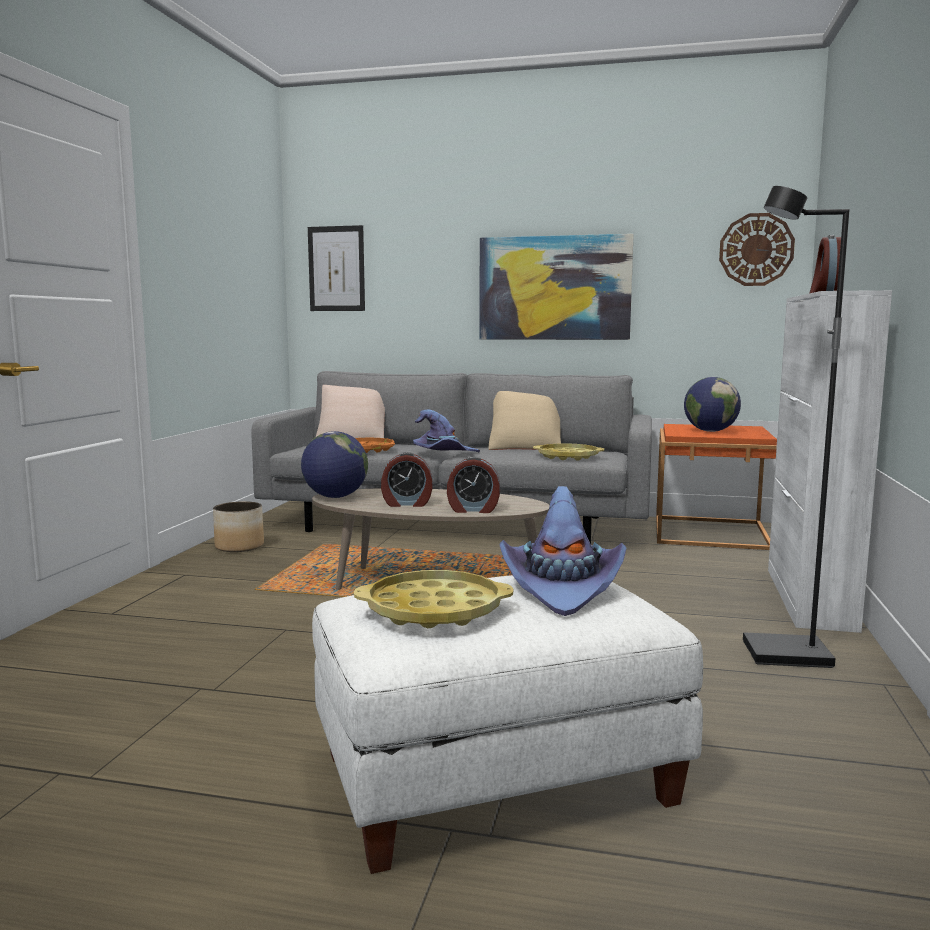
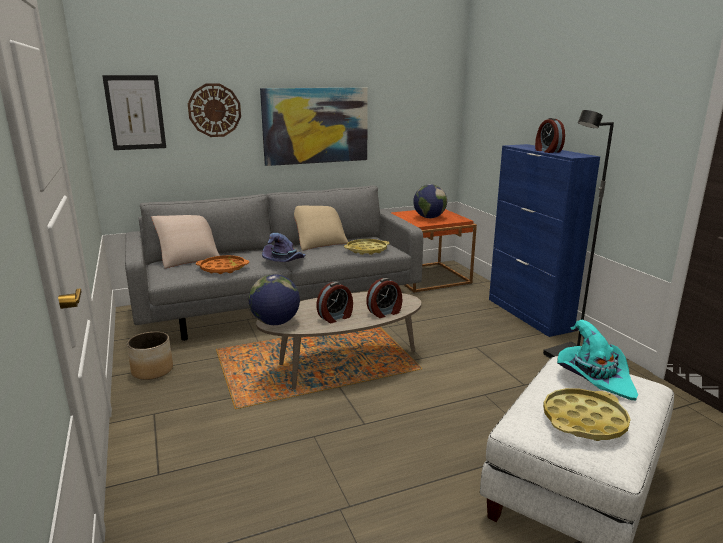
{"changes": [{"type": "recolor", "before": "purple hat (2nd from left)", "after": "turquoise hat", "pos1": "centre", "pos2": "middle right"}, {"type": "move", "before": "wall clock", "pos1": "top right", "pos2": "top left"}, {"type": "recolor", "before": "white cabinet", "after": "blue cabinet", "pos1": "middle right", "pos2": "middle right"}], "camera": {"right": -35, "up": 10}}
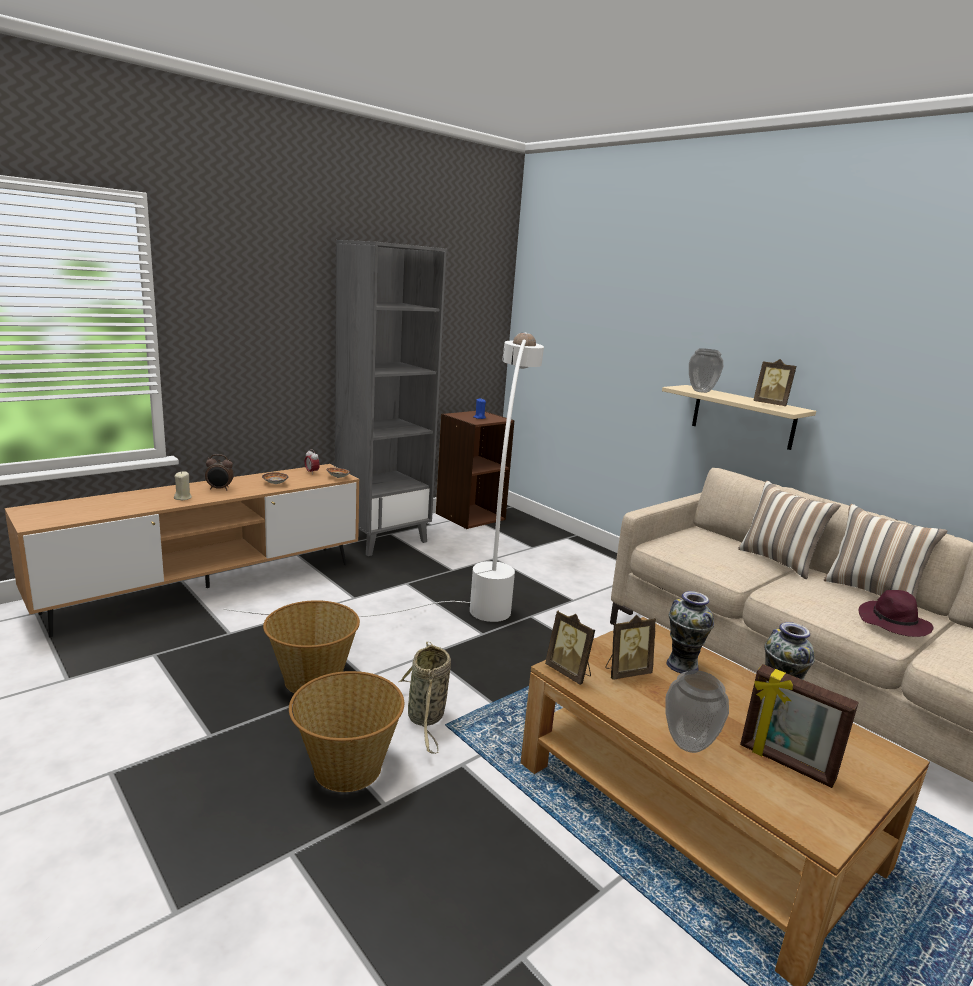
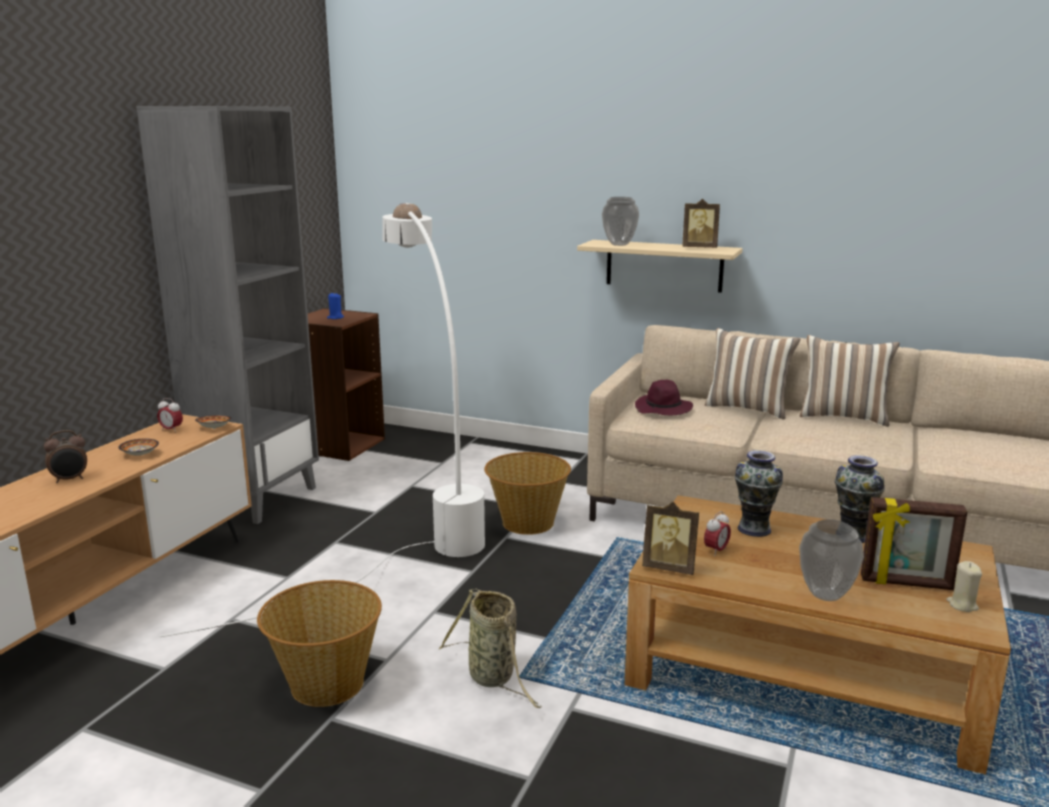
{"changes": [{"type": "move", "before": "beige candle", "pos1": "middle left", "pos2": "bottom right"}, {"type": "move", "before": "basket (2nd from left in the first image)", "after": "basket (3rd from left)", "pos1": "bottom centre", "pos2": "centre"}, {"type": "replace", "before": "picture frame (2nd from left)", "after": "alarm clock (3rd from left)", "pos1": "centre", "pos2": "middle right"}, {"type": "move", "before": "purple hat", "pos1": "middle right", "pos2": "centre"}], "camera": {"right": -25, "up": 0}}
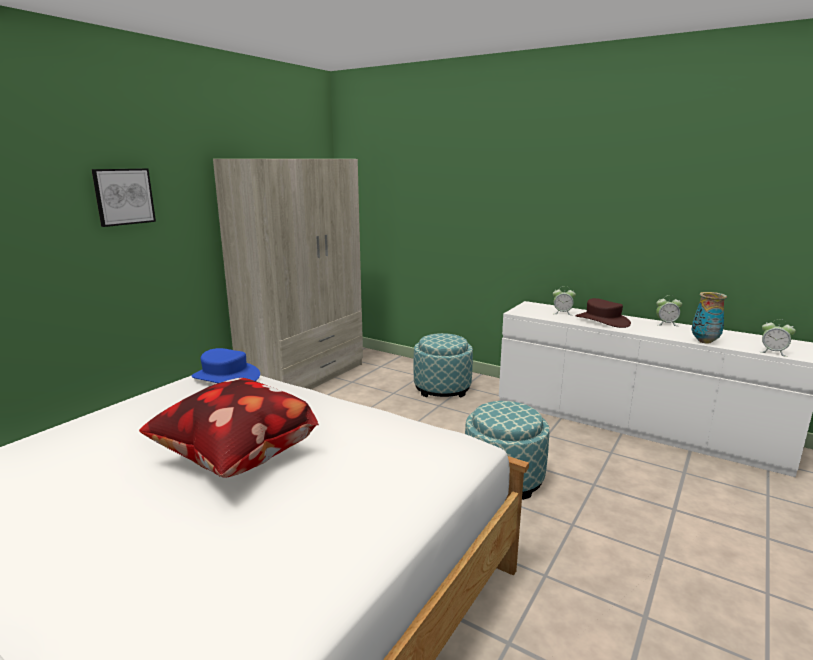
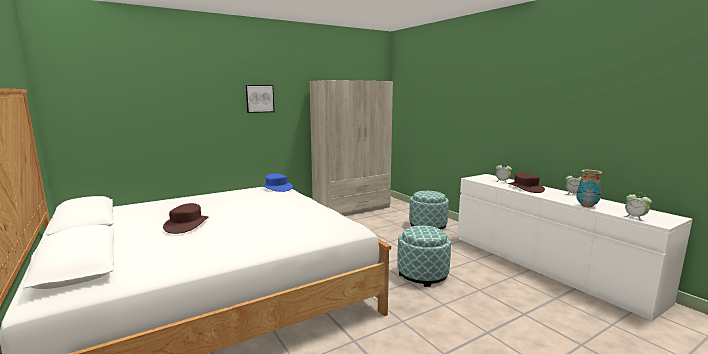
{"changes": [{"type": "delete", "before": "pillow", "pos1": "middle left"}, {"type": "insert", "after": "brown hat (1st from left)", "pos2": "middle left"}], "camera": {"right": 25, "up": -5}}
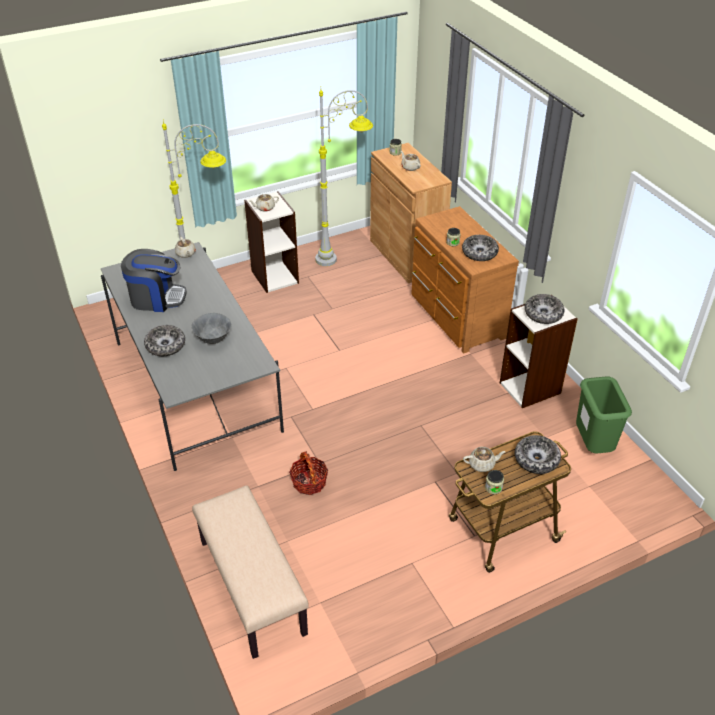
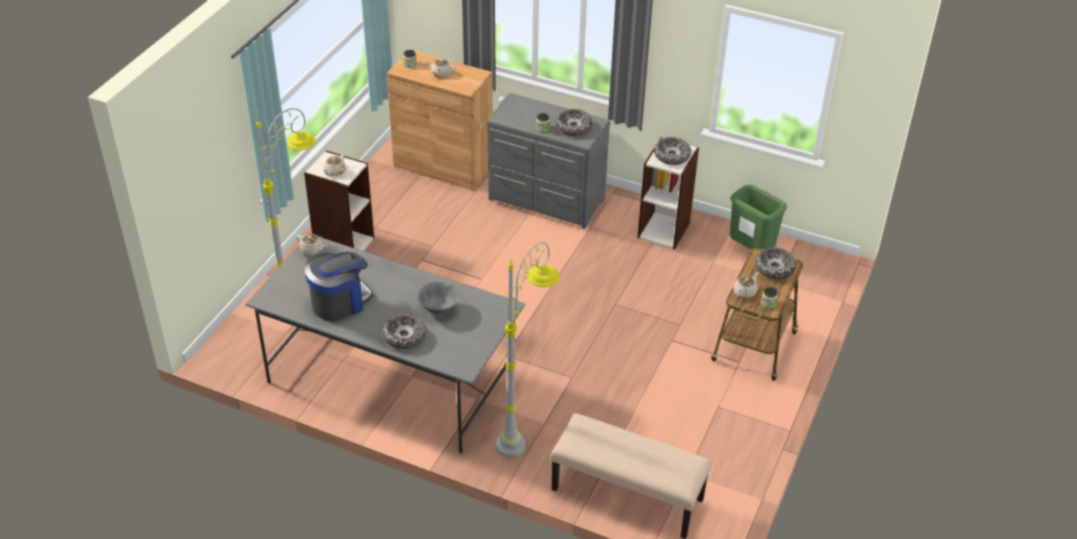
{"changes": [{"type": "delete", "before": "basket", "pos1": "centre"}, {"type": "move", "before": "grey floor lamp (2nd from left)", "pos1": "top centre", "pos2": "centre"}, {"type": "recolor", "before": "brown dresser", "after": "grey dresser", "pos1": "centre", "pos2": "top centre"}], "camera": {"right": -40, "up": 0}}
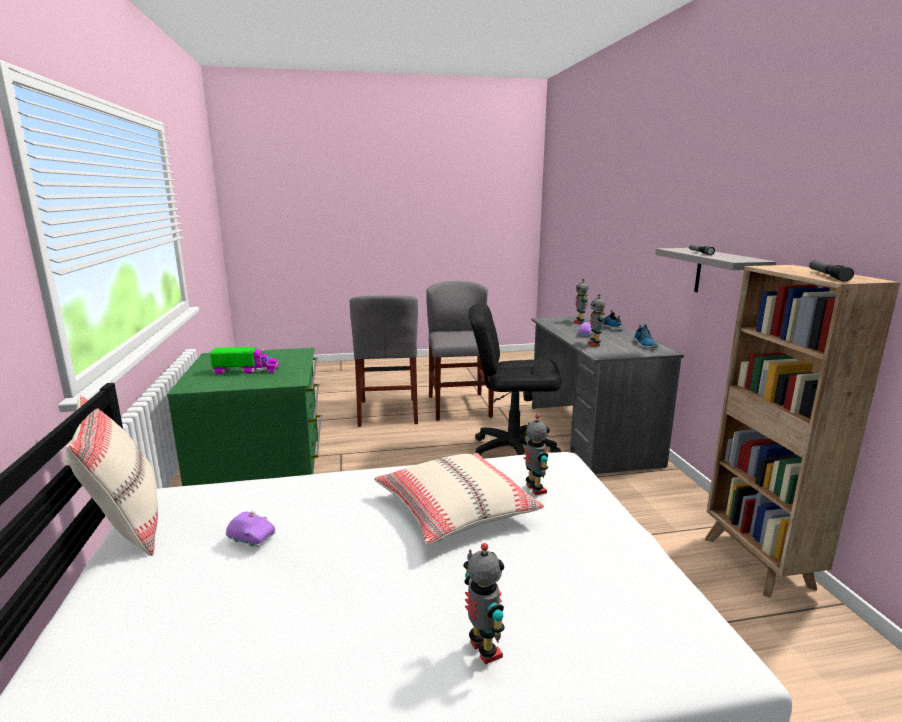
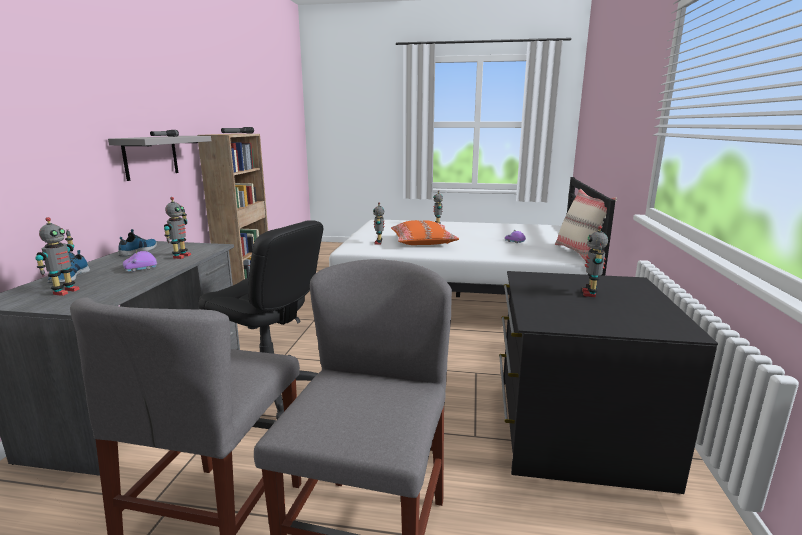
{"changes": [{"type": "recolor", "before": "green dresser", "after": "black dresser", "pos1": "middle left", "pos2": "bottom right"}, {"type": "replace", "before": "toy truck", "after": "toy robot (5th from left)", "pos1": "middle left", "pos2": "middle right"}, {"type": "recolor", "before": "beige pillow (2nd from left)", "after": "orange pillow", "pos1": "bottom centre", "pos2": "centre"}], "camera": {"right": -160, "up": 0}}
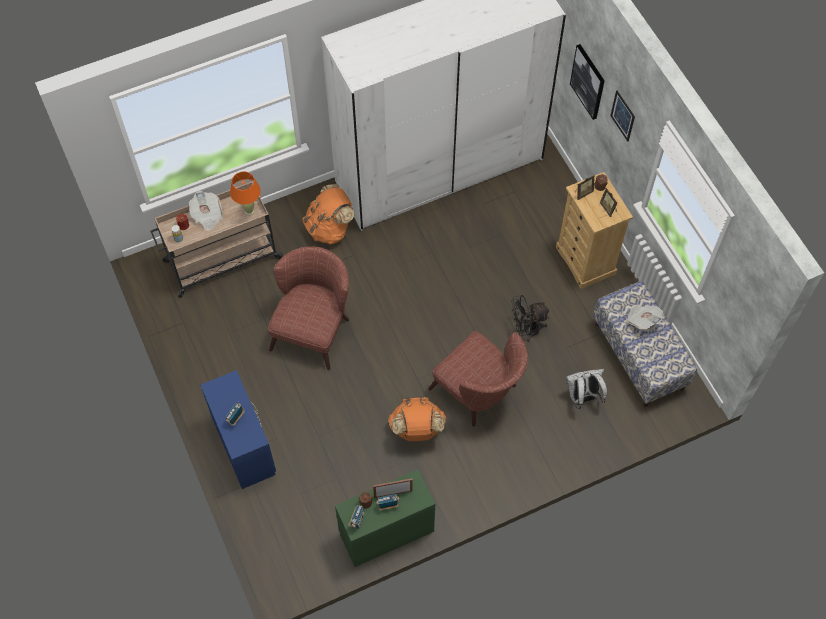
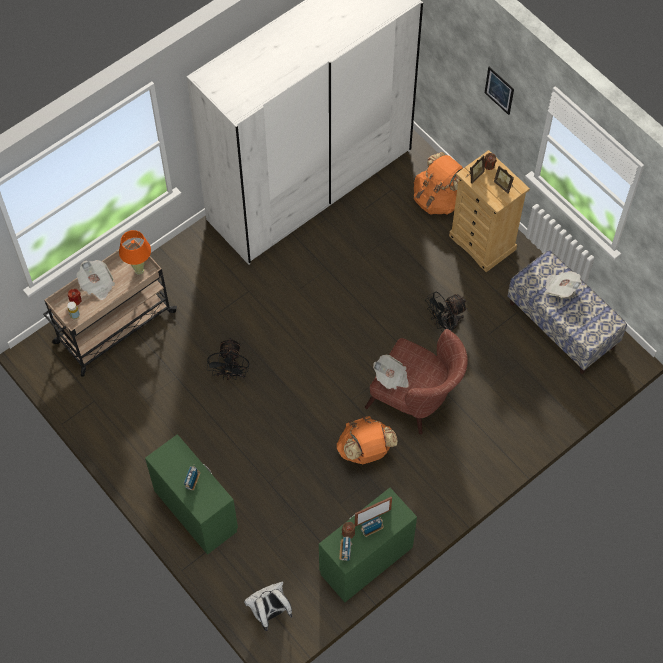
{"changes": [{"type": "recolor", "before": "blue dresser", "after": "green dresser (1st from left)", "pos1": "bottom left", "pos2": "bottom left"}, {"type": "replace", "before": "brown armchair (1st from left)", "after": "black fan (1st from left)", "pos1": "centre", "pos2": "centre"}, {"type": "move", "before": "orange backpack (1st from left in the first image)", "after": "orange backpack (2nd from left)", "pos1": "centre", "pos2": "top centre"}, {"type": "move", "before": "white backpack", "pos1": "middle right", "pos2": "bottom centre"}, {"type": "delete", "before": "picture (1st from left)", "pos1": "top right"}, {"type": "insert", "after": "newspaper (2nd from left)", "pos2": "centre"}], "camera": {"right": -15, "up": 0}}
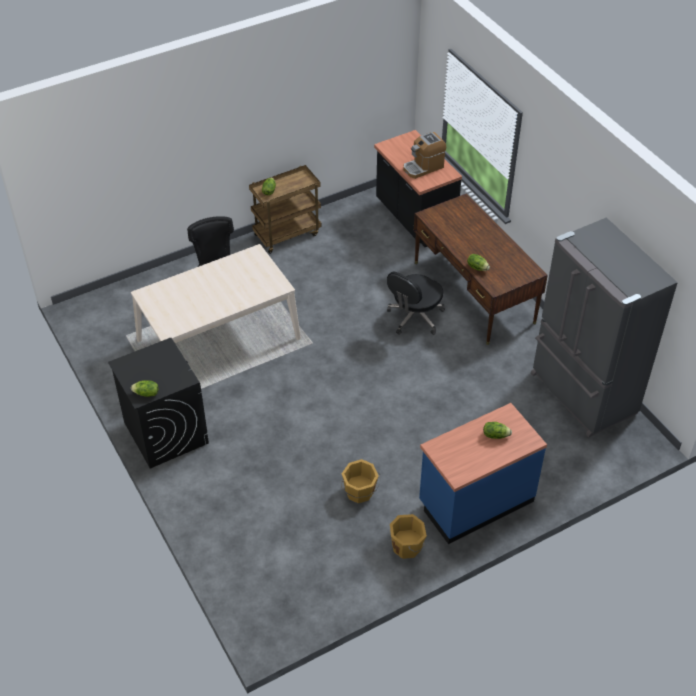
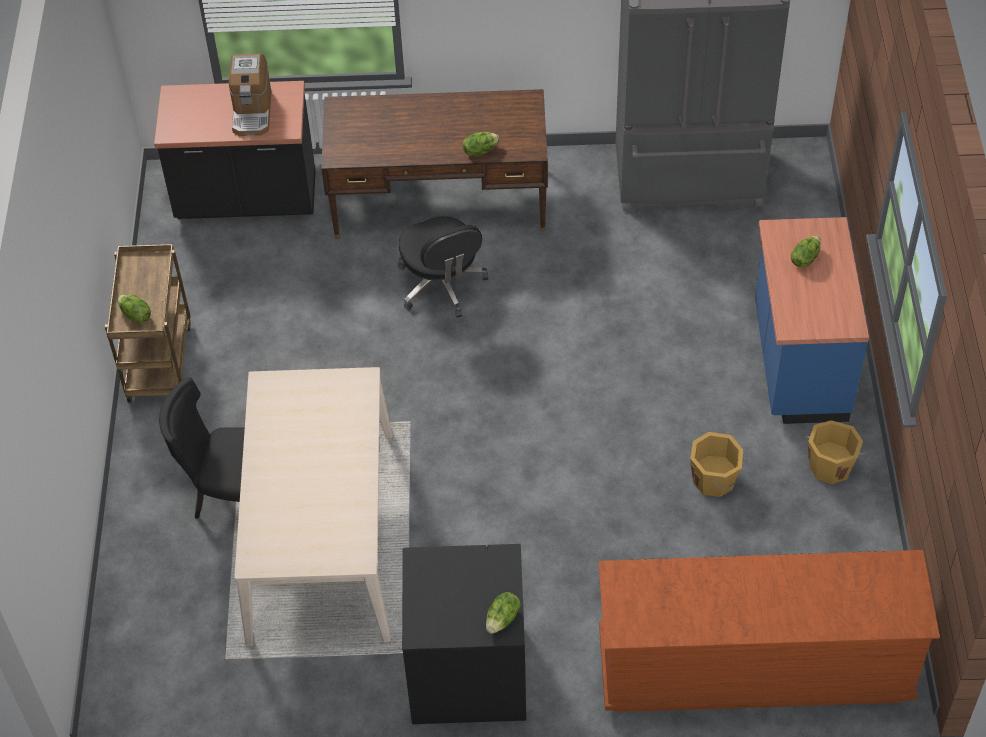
{"changes": [{"type": "insert", "after": "brown dresser", "pos2": "bottom right"}], "camera": {"right": -60, "up": 5}}
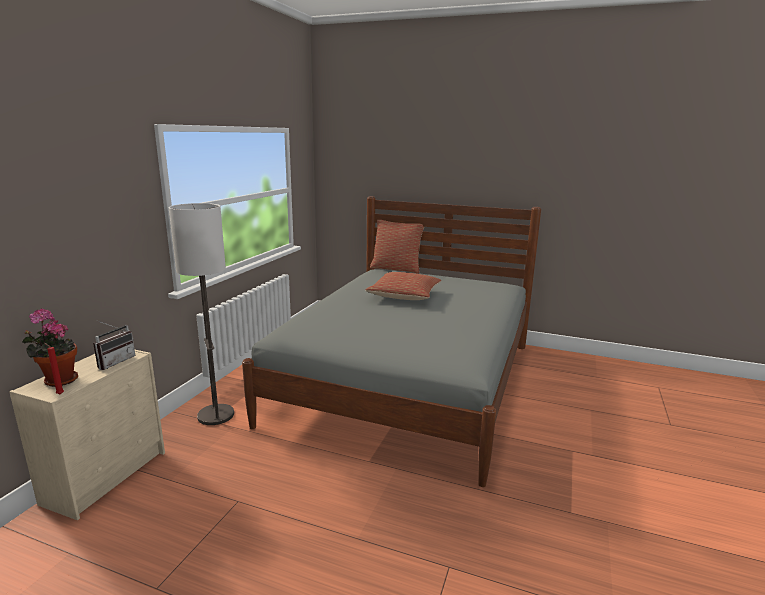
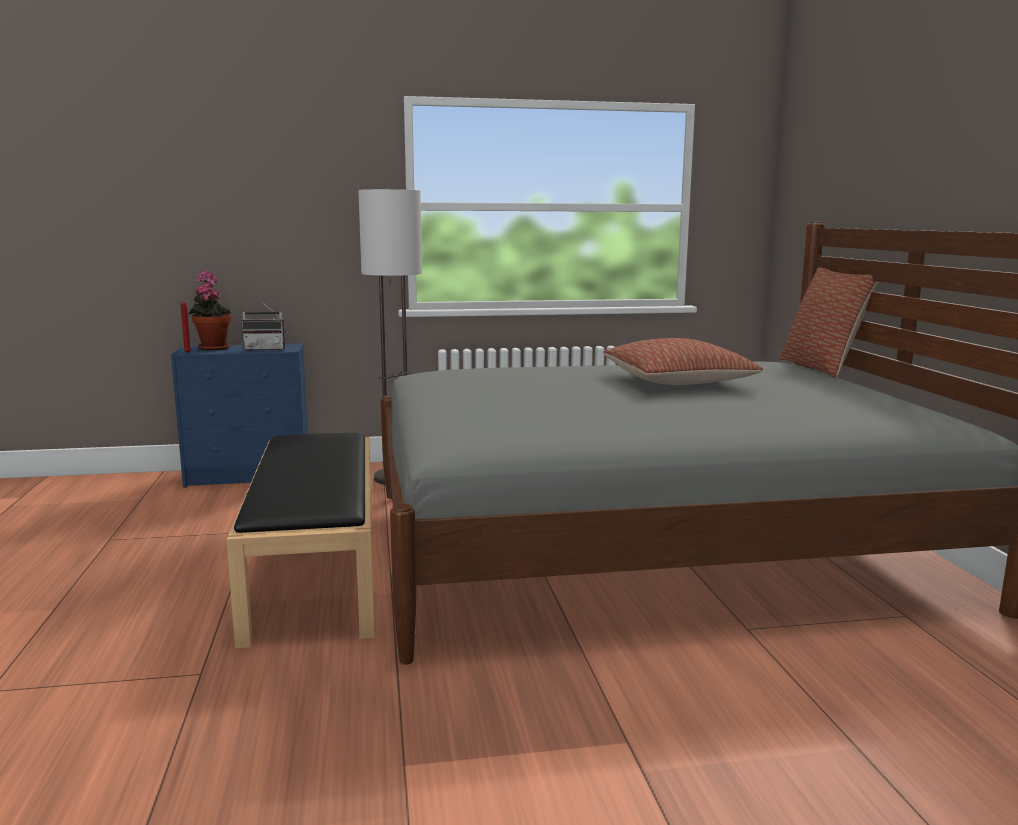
{"changes": [{"type": "recolor", "before": "beige dresser", "after": "blue dresser", "pos1": "bottom left", "pos2": "middle left"}, {"type": "insert", "after": "black bench", "pos2": "middle left"}], "camera": {"right": 60, "up": -5}}
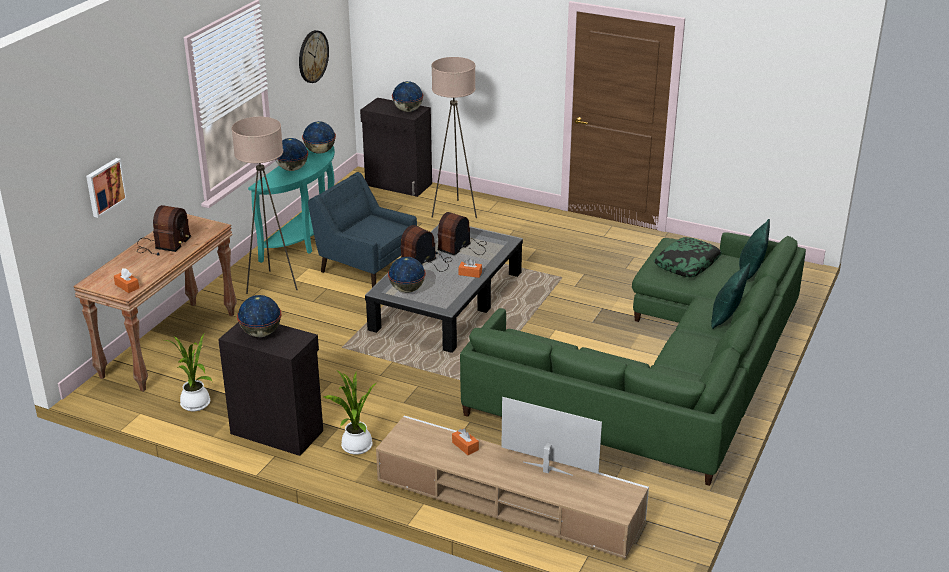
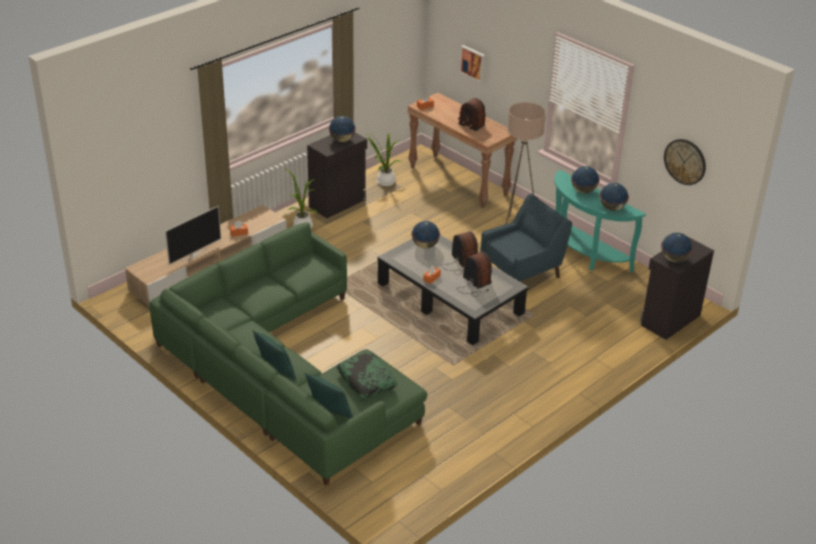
{"changes": [{"type": "delete", "before": "beige floor lamp (2nd from left)", "pos1": "top centre"}], "camera": {"right": 110, "up": 5}}
